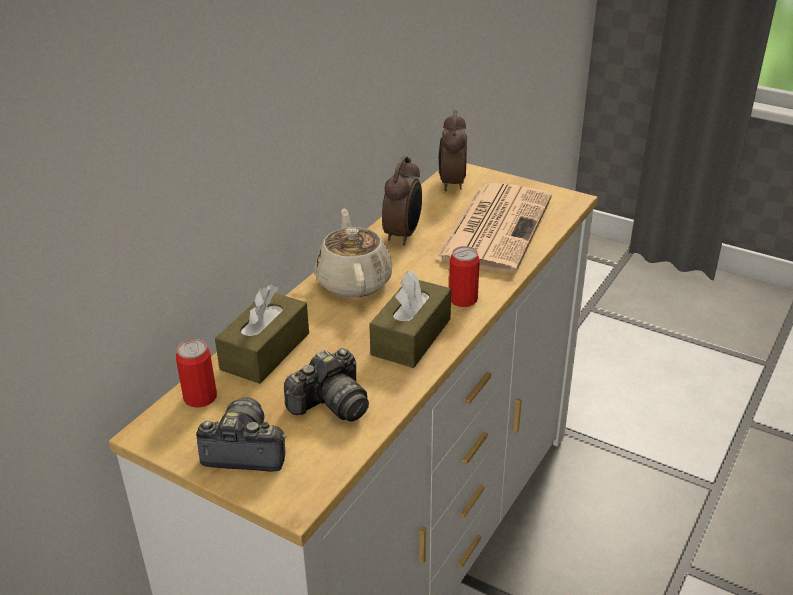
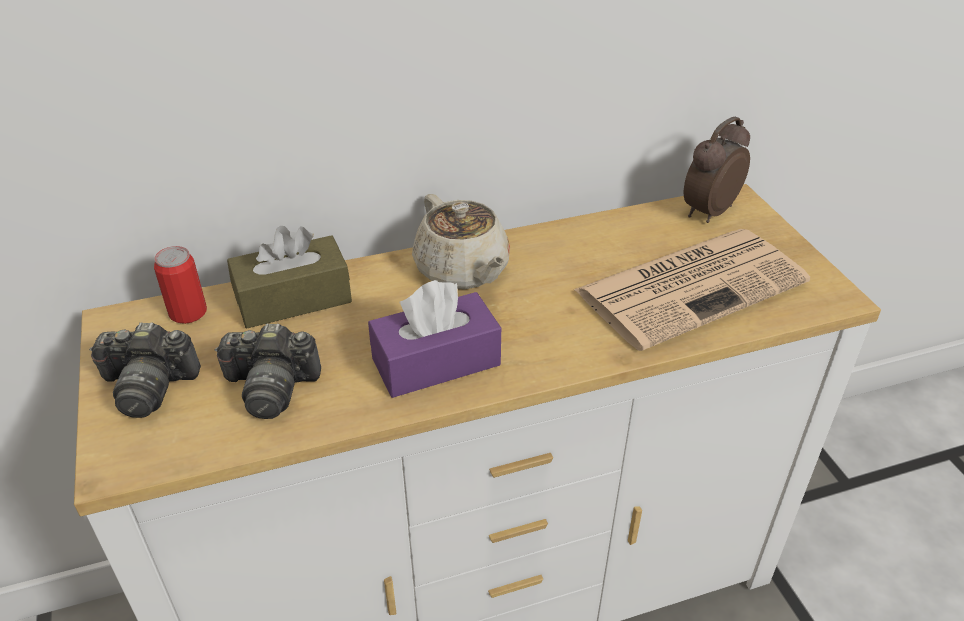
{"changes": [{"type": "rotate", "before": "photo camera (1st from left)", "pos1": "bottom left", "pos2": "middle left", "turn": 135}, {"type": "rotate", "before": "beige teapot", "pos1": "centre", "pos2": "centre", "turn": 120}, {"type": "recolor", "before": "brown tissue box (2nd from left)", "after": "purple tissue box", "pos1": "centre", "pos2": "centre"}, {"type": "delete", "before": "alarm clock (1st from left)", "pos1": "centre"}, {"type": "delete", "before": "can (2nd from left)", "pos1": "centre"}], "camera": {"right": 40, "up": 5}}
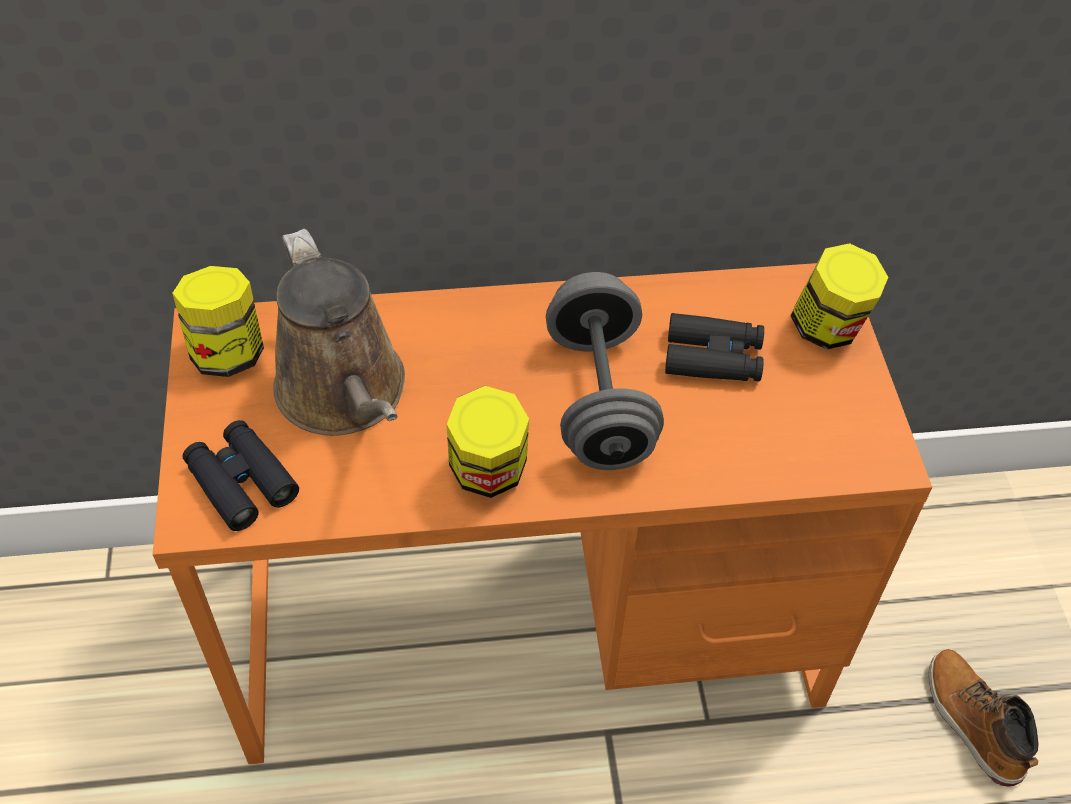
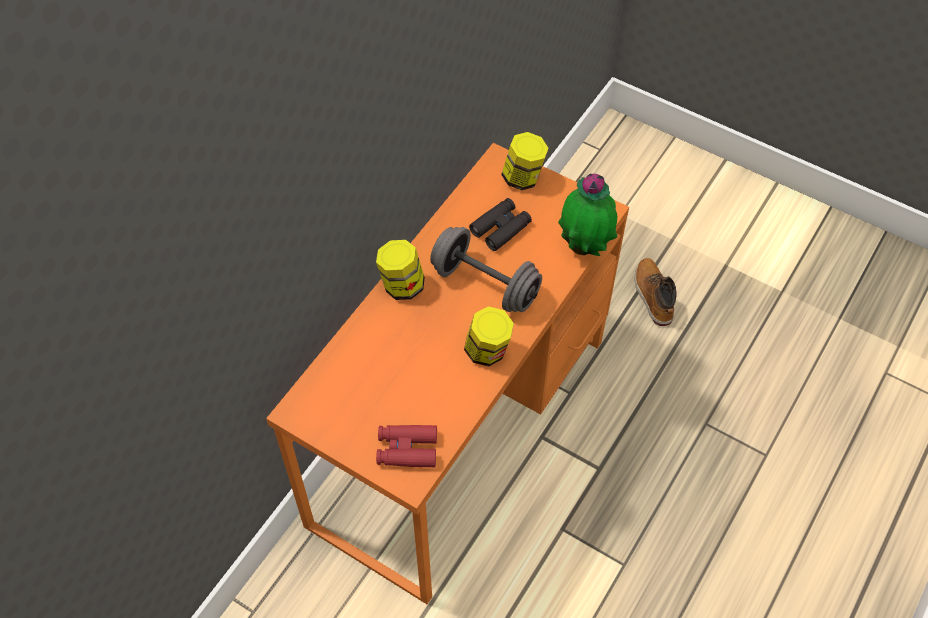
{"changes": [{"type": "move", "before": "jar (1st from left)", "pos1": "middle left", "pos2": "centre"}, {"type": "recolor", "before": "black binoculars (1st from left)", "after": "red binoculars", "pos1": "middle left", "pos2": "bottom centre"}, {"type": "delete", "before": "brown watering can", "pos1": "middle left"}, {"type": "rotate", "before": "boot", "pos1": "bottom right", "pos2": "middle right", "turn": 60}, {"type": "insert", "after": "potted plant", "pos2": "centre"}], "camera": {"right": -50, "up": 5}}
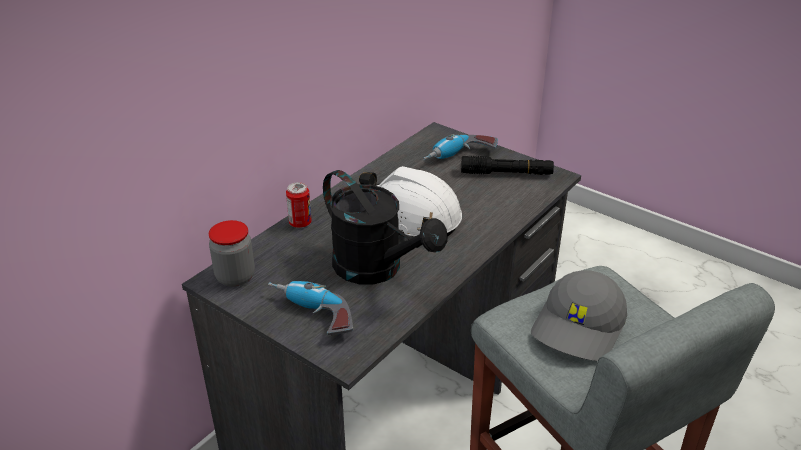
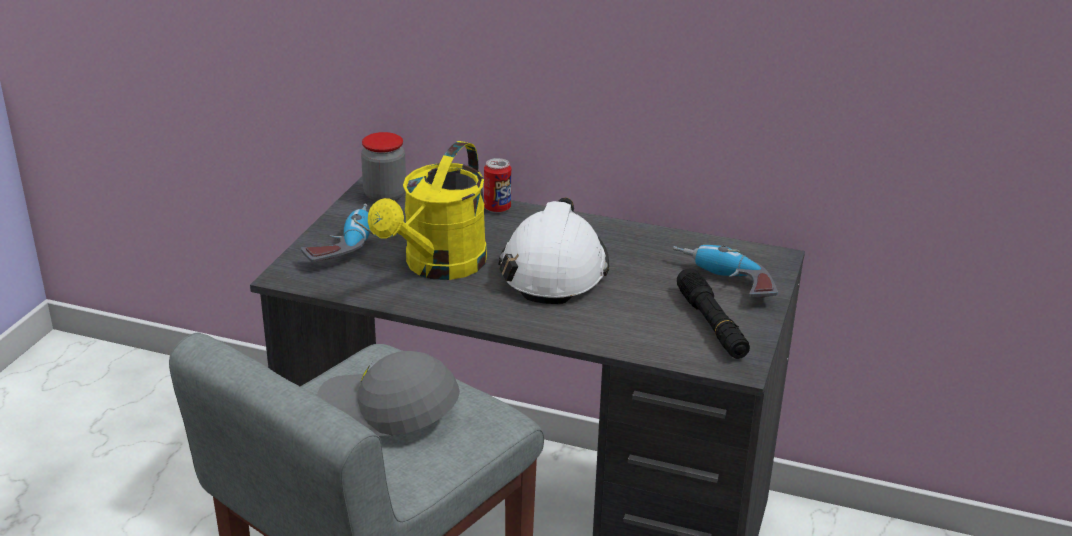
{"changes": [{"type": "recolor", "before": "black watering can", "after": "yellow watering can", "pos1": "centre", "pos2": "centre"}], "camera": {"right": 70, "up": -5}}
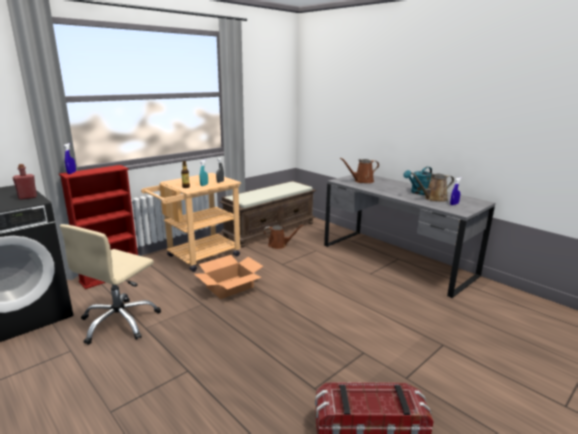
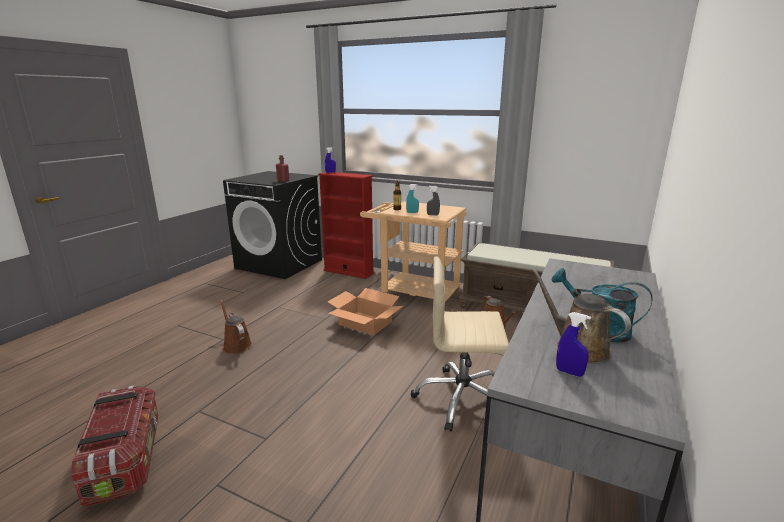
{"changes": [{"type": "move", "before": "beige office chair", "pos1": "middle left", "pos2": "centre"}, {"type": "move", "before": "brown watering can (2nd from left in the first image)", "after": "brown watering can (1st from left)", "pos1": "centre", "pos2": "middle left"}], "camera": {"right": 70, "up": 0}}
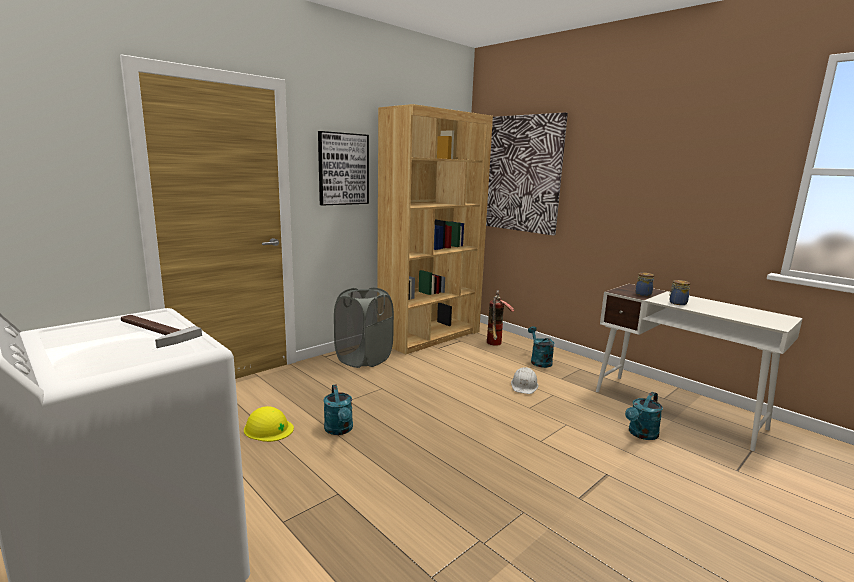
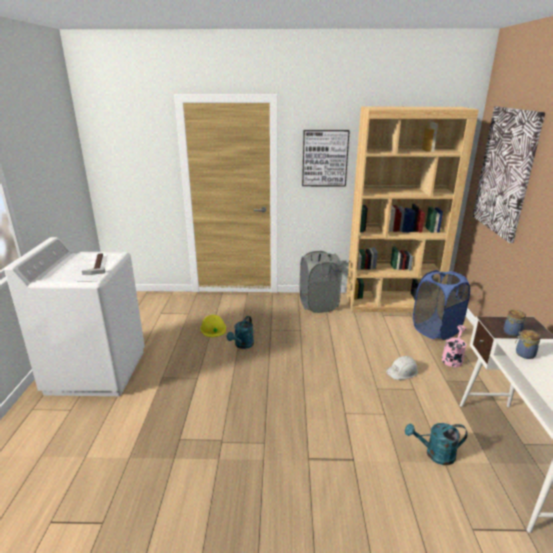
{"changes": [{"type": "replace", "before": "fire extinguisher", "after": "blue laundry basket", "pos1": "centre", "pos2": "middle right"}, {"type": "recolor", "before": "turquoise watering can (2nd from left)", "after": "pink watering can", "pos1": "centre", "pos2": "middle right"}], "camera": {"right": 45, "up": 10}}
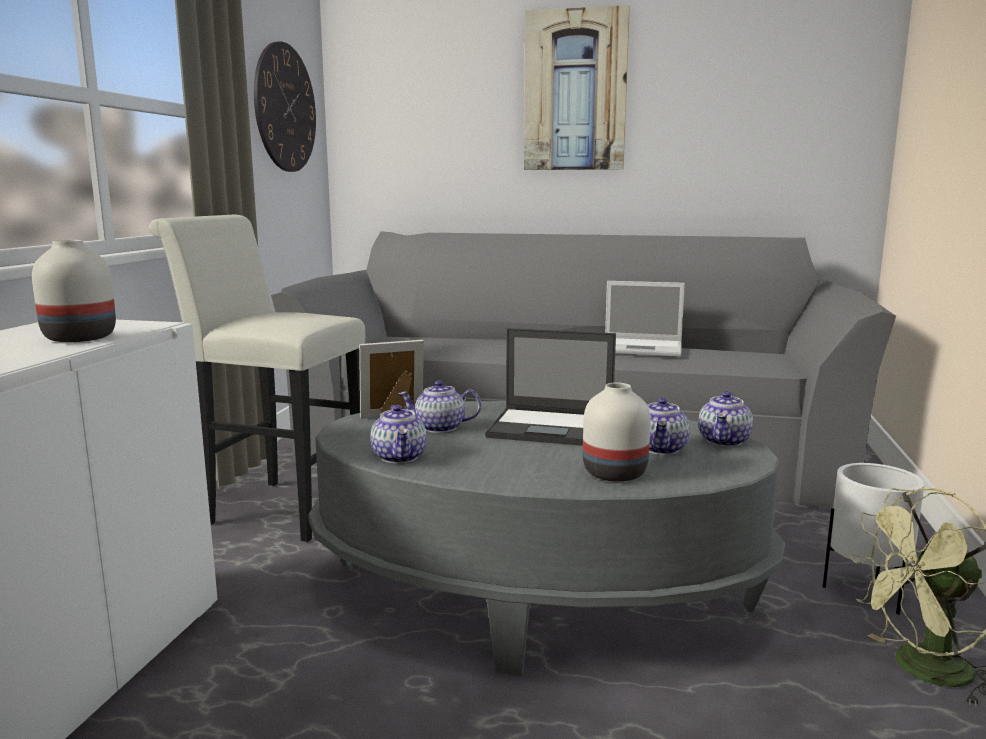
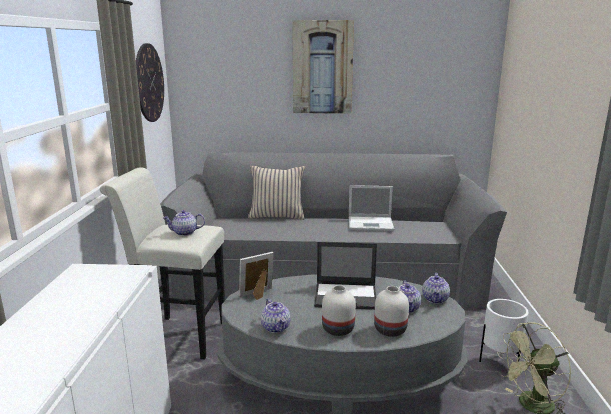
{"changes": [{"type": "move", "before": "white vase (1st from left)", "pos1": "middle left", "pos2": "bottom centre"}, {"type": "move", "before": "teapot (2nd from left in the first image)", "after": "teapot (1st from left)", "pos1": "centre", "pos2": "middle left"}, {"type": "insert", "after": "beige pillow", "pos2": "centre"}], "camera": {"right": -10, "up": 5}}
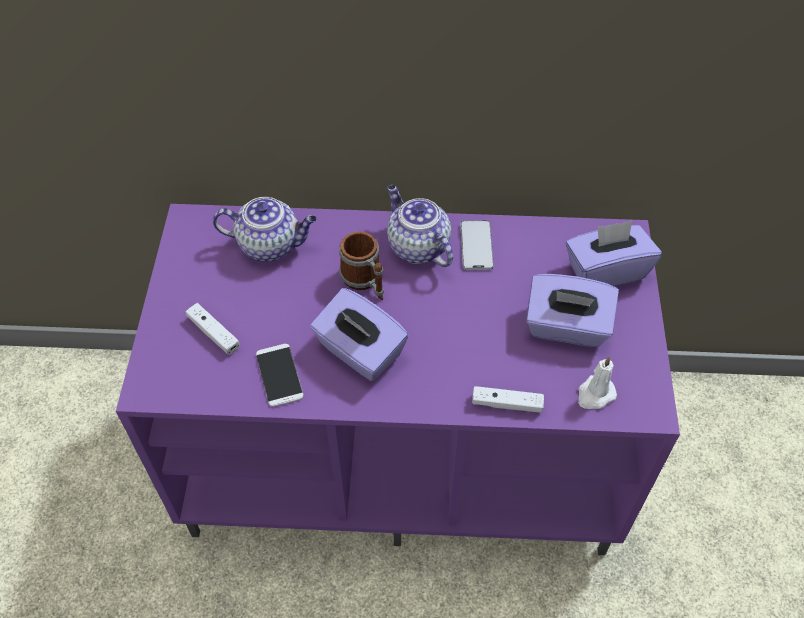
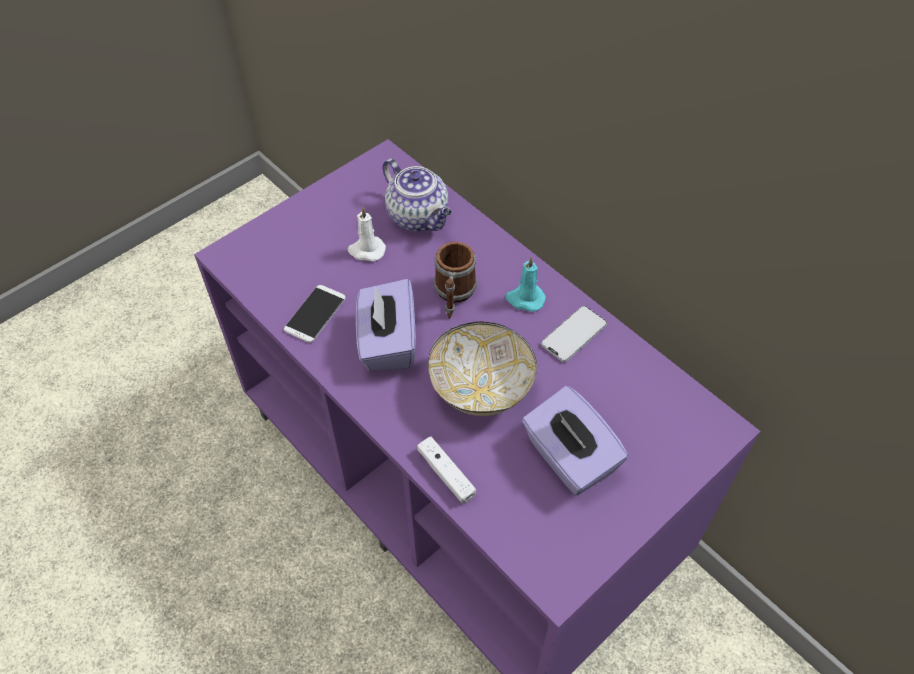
{"changes": [{"type": "delete", "before": "white game controller (1st from left)", "pos1": "middle left"}, {"type": "replace", "before": "teapot (2nd from left)", "after": "turquoise candle", "pos1": "centre", "pos2": "centre"}, {"type": "delete", "before": "purple tissue box (3rd from left)", "pos1": "middle right"}, {"type": "move", "before": "white candle", "pos1": "middle right", "pos2": "centre"}, {"type": "insert", "after": "bowl", "pos2": "centre"}], "camera": {"right": 45, "up": 0}}
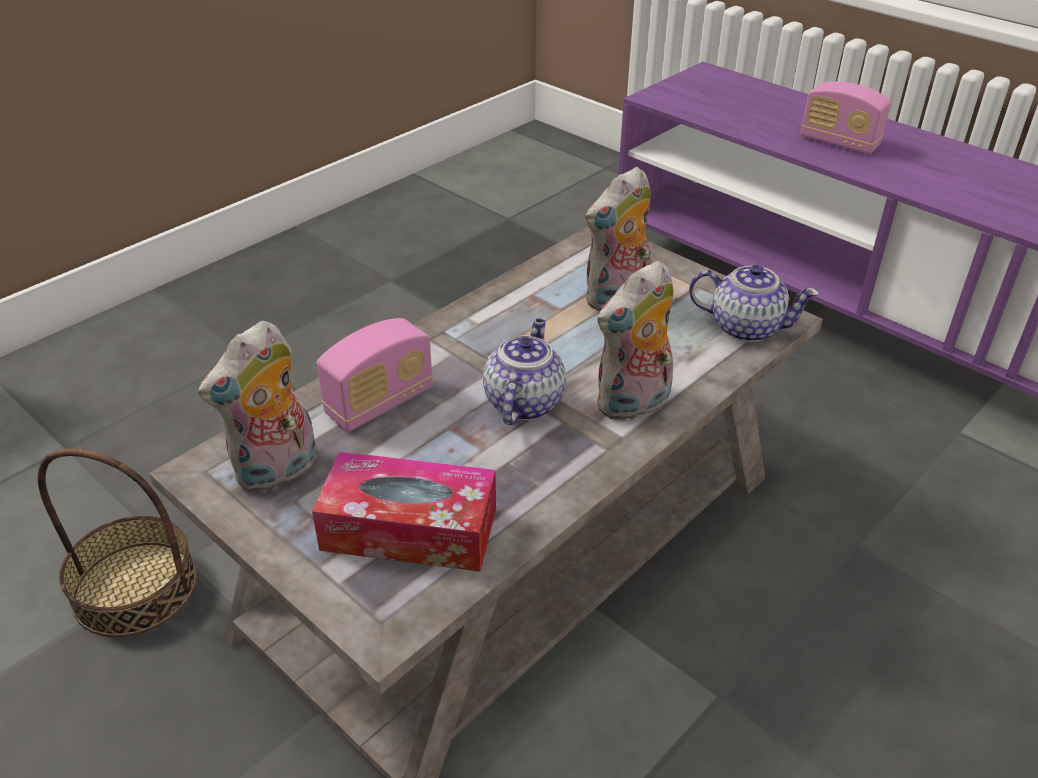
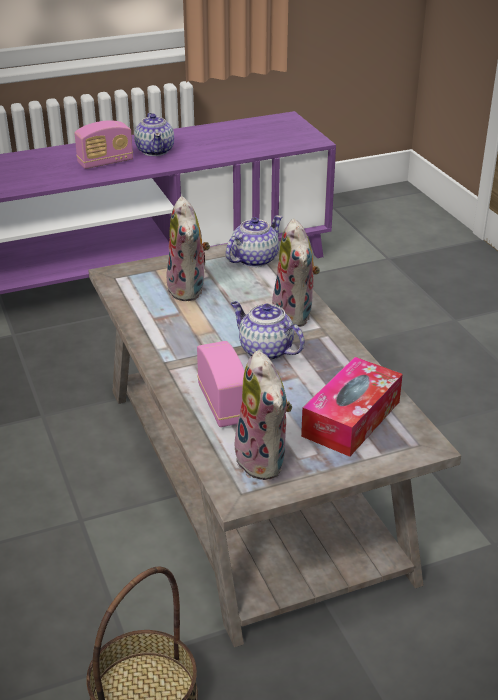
{"changes": [{"type": "insert", "after": "teapot (1st from left)", "pos2": "top left"}], "camera": {"right": -65, "up": -5}}
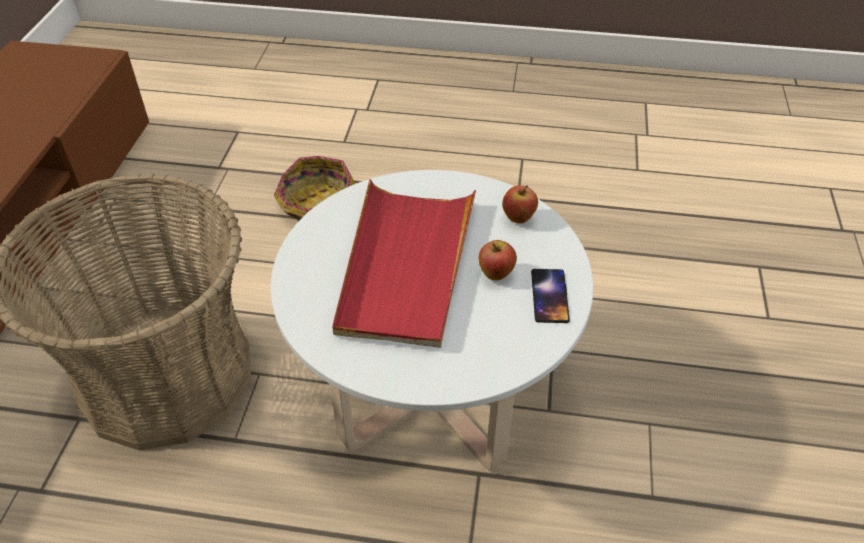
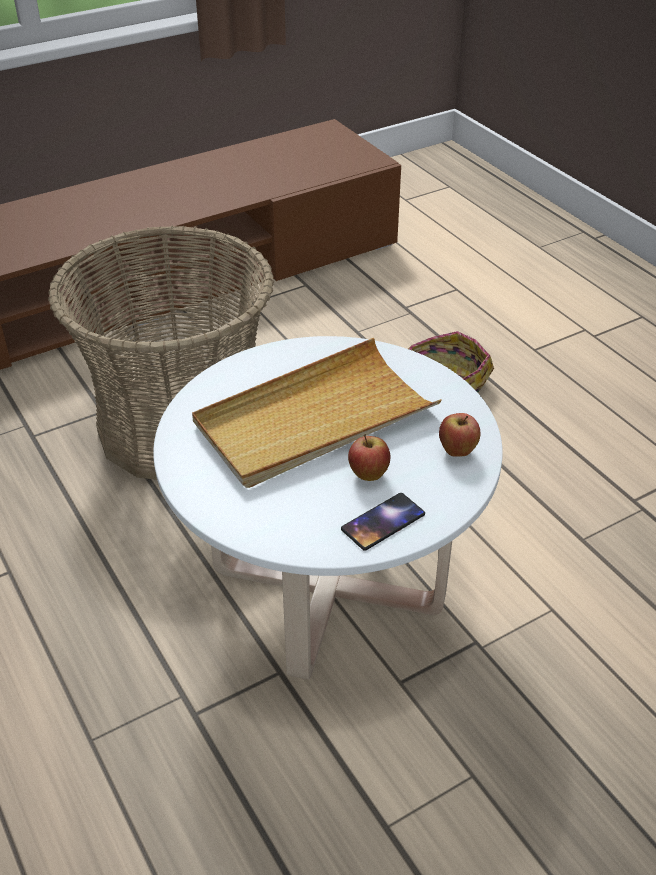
{"changes": [{"type": "recolor", "before": "red tray", "after": "beige tray", "pos1": "centre", "pos2": "centre"}], "camera": {"right": 50, "up": -5}}
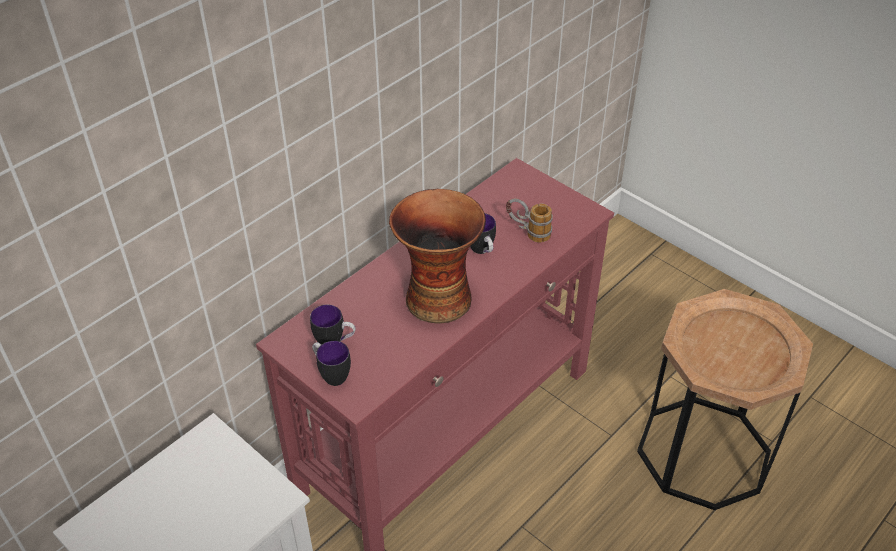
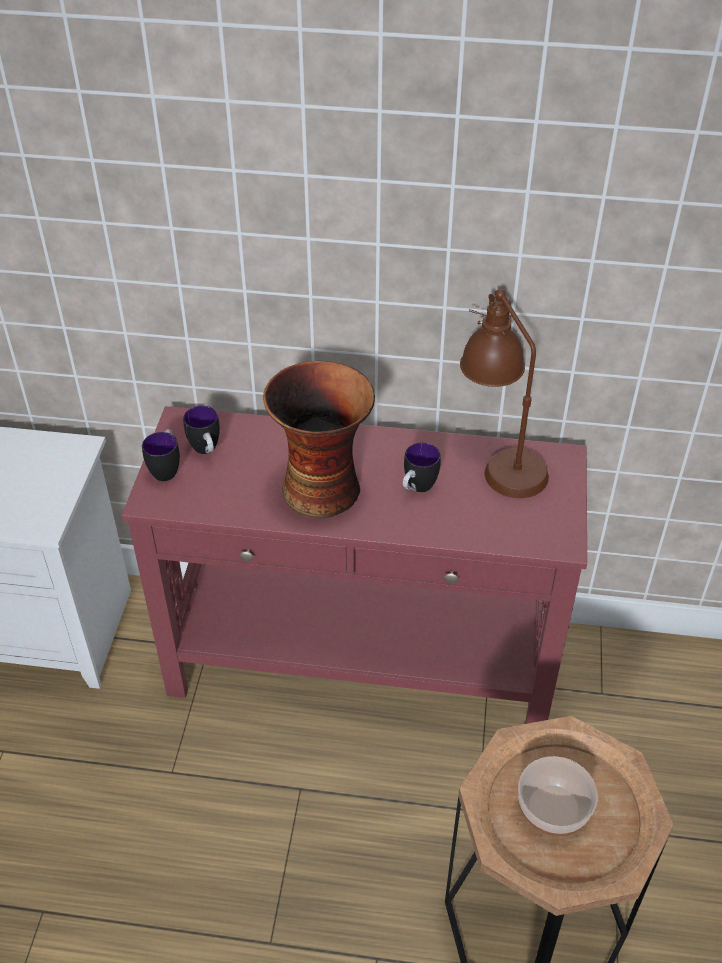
{"changes": [{"type": "delete", "before": "mug (4th from left)", "pos1": "centre"}, {"type": "insert", "after": "brown table lamp", "pos2": "middle right"}, {"type": "insert", "after": "bowl", "pos2": "bottom right"}], "camera": {"right": 55, "up": 0}}
